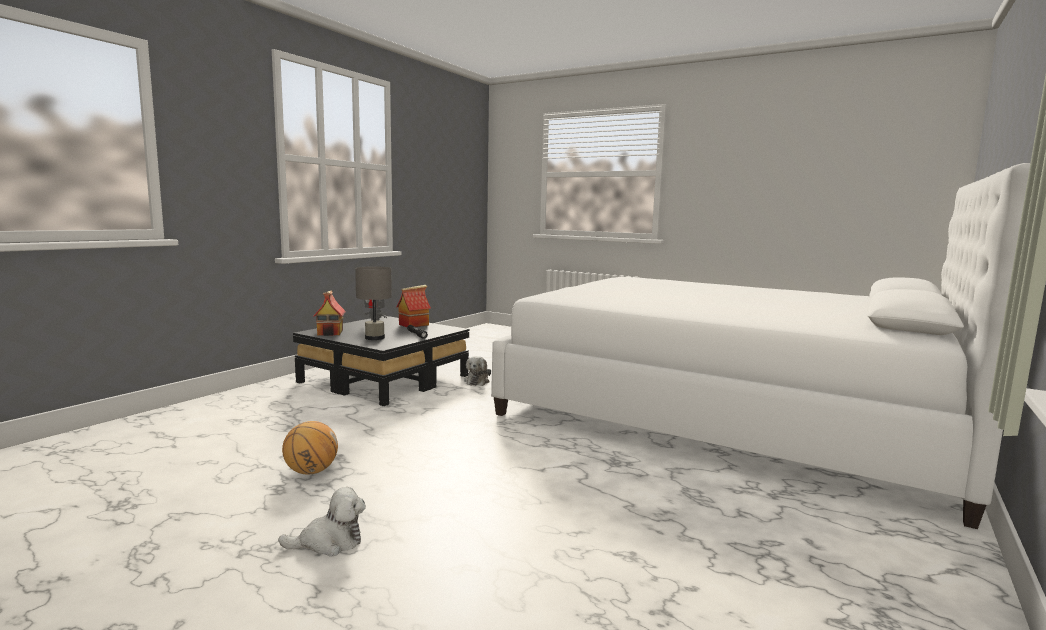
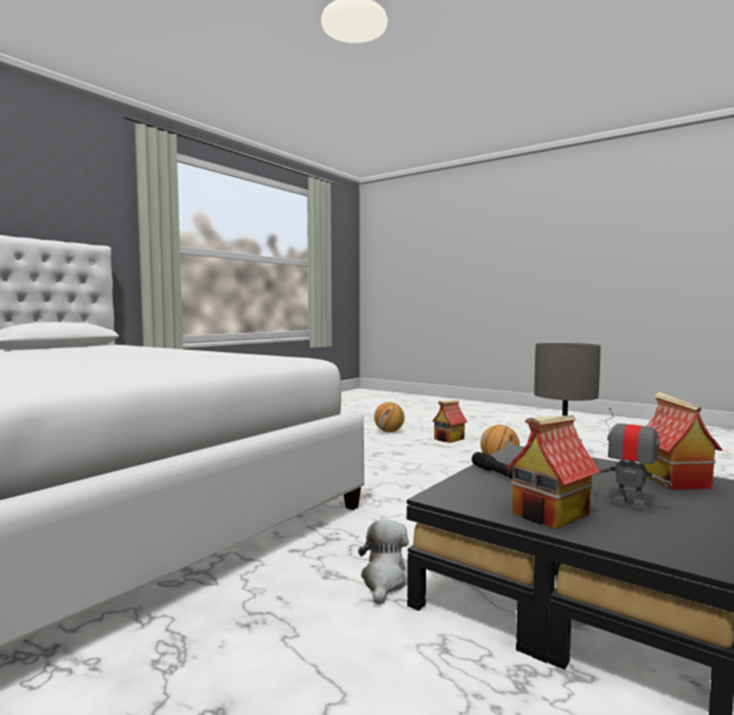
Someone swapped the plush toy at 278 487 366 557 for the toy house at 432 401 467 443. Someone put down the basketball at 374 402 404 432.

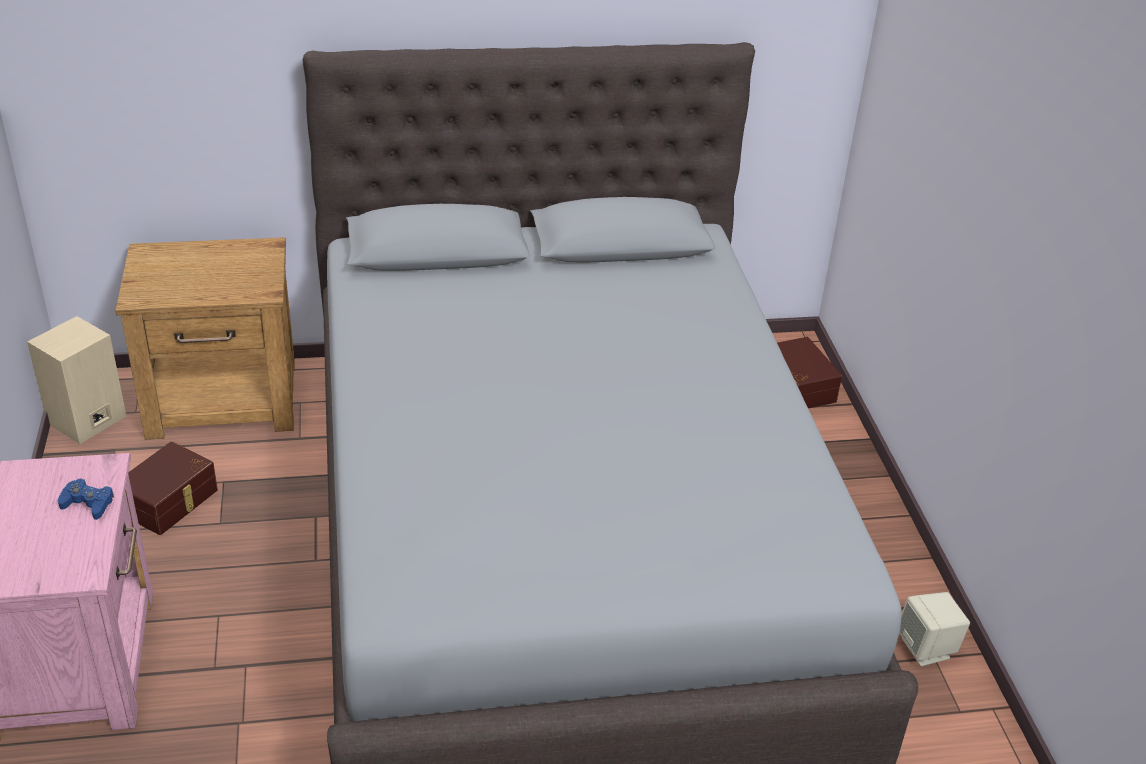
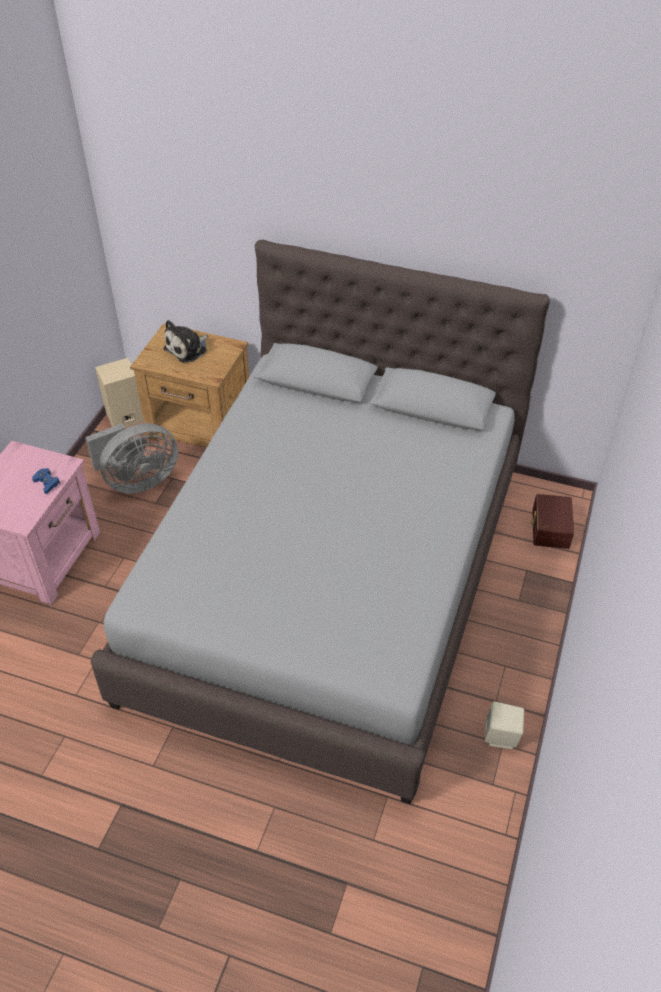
Someone swapped the brown storage box at 128 442 218 535 for the grey fan at 85 423 178 494. Someone put down the plush toy at 164 320 208 363.

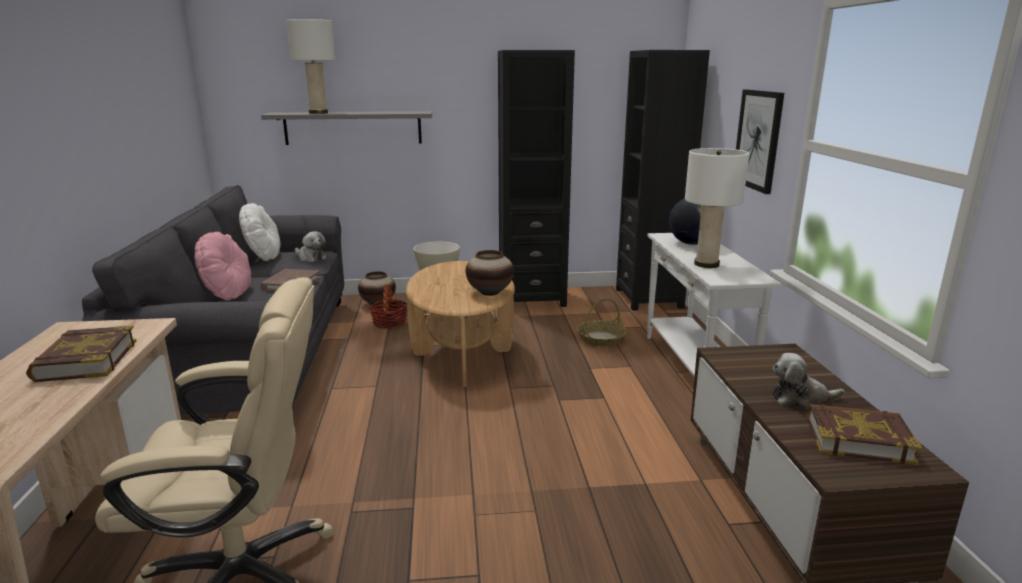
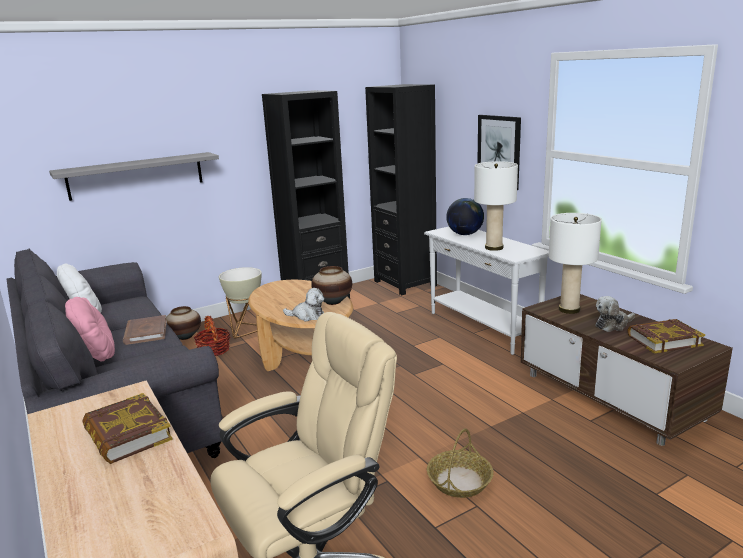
Someone carried the white table lamp from 287 19 335 114 to 548 213 602 314. Someone carried the plush toy from 295 231 326 262 to 283 288 325 321. Someone carried the basket from 577 298 627 346 to 427 428 494 498.

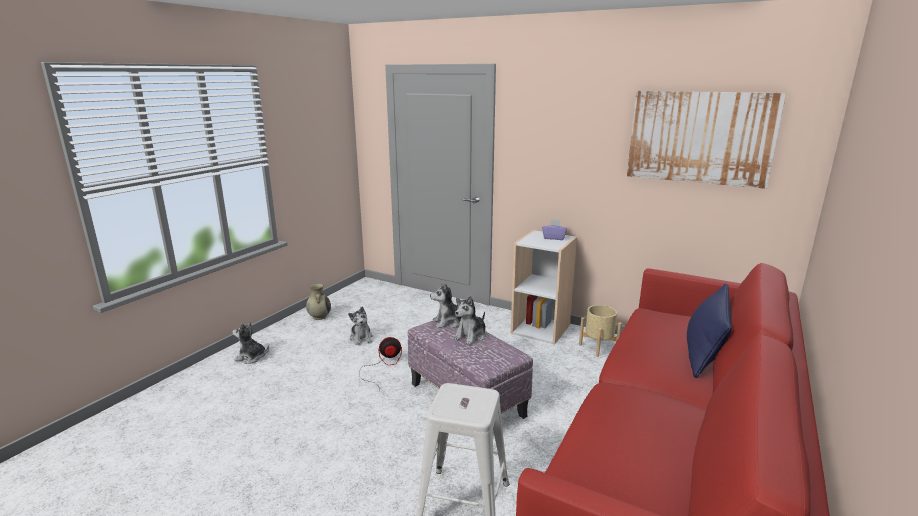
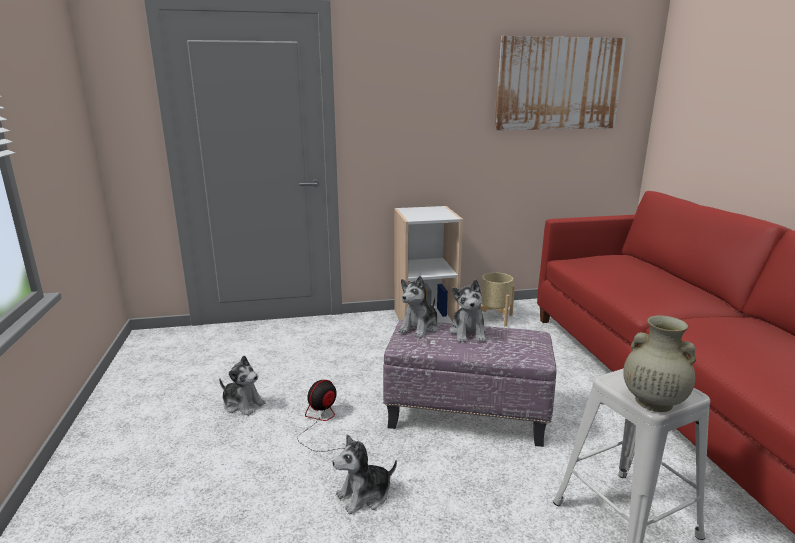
Someone took away the purple tissue box at 542 219 567 240. Someone took away the blue pillow at 687 283 732 378. Someone carried the beige vase from 306 284 331 320 to 623 315 696 412. Someone carried the plush toy from 232 322 269 364 to 332 434 397 514.

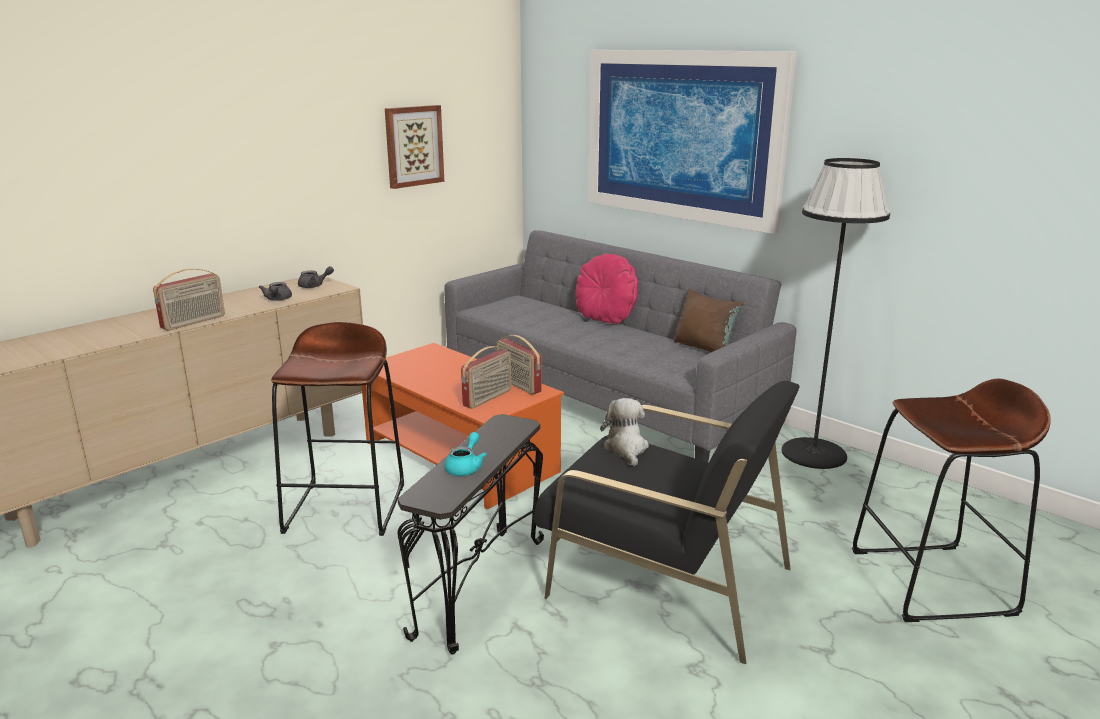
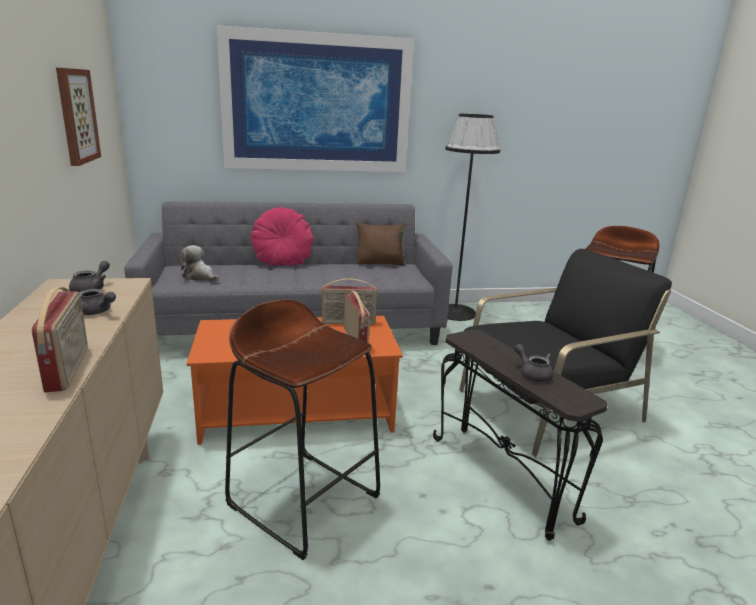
Someone carried the plush toy from 600 398 649 466 to 179 245 219 282. Someone repainted the turquoise teapot at 444 432 487 476, which became the grey teapot at 514 344 553 382.

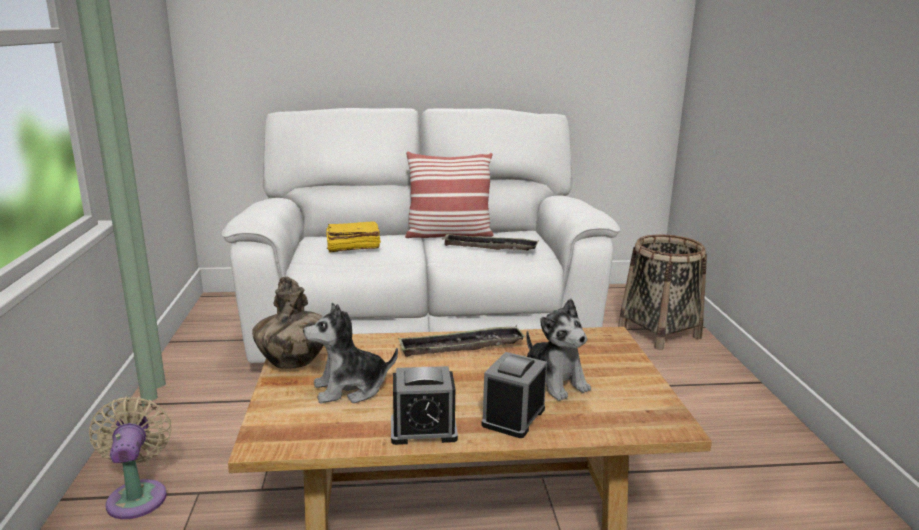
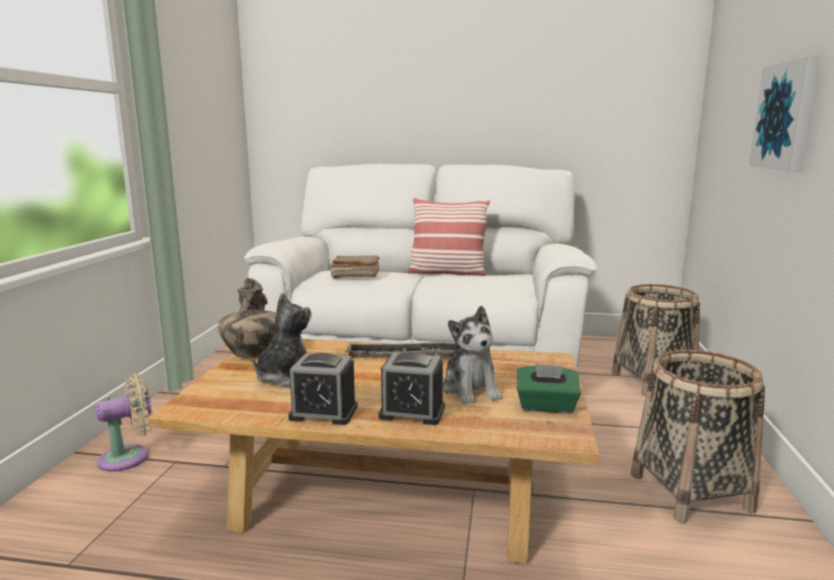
Someone repainted the yellow book at 326 221 381 253, which became the brown book at 330 256 379 279. Someone took away the tray at 442 234 539 250. Someone rotated the plush toy at 303 303 398 403 by 120 degrees clockwise. Someone rotated the alarm clock at 482 352 547 438 by 120 degrees counterclockwise. Someone rotated the beige fan at 89 397 171 519 by 60 degrees clockwise. Someone put up the picture at 749 55 820 171. Someone put down the basket at 631 350 765 523. Someone put down the green tissue box at 517 363 581 413.

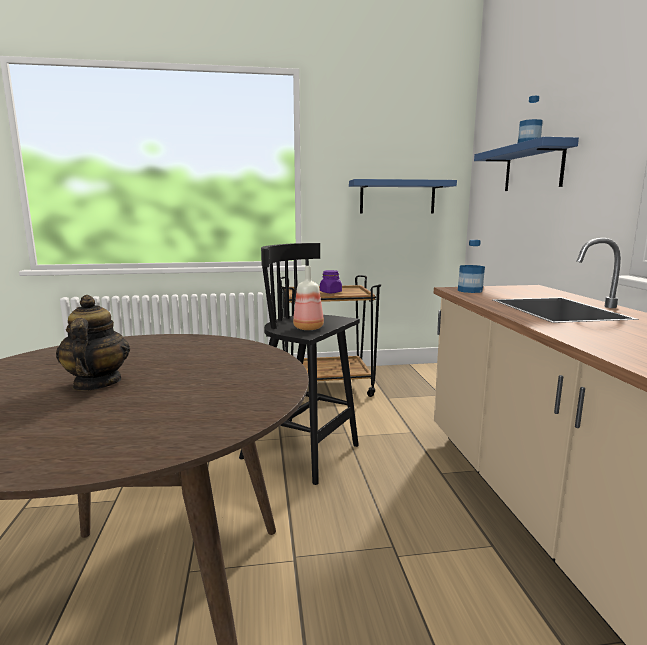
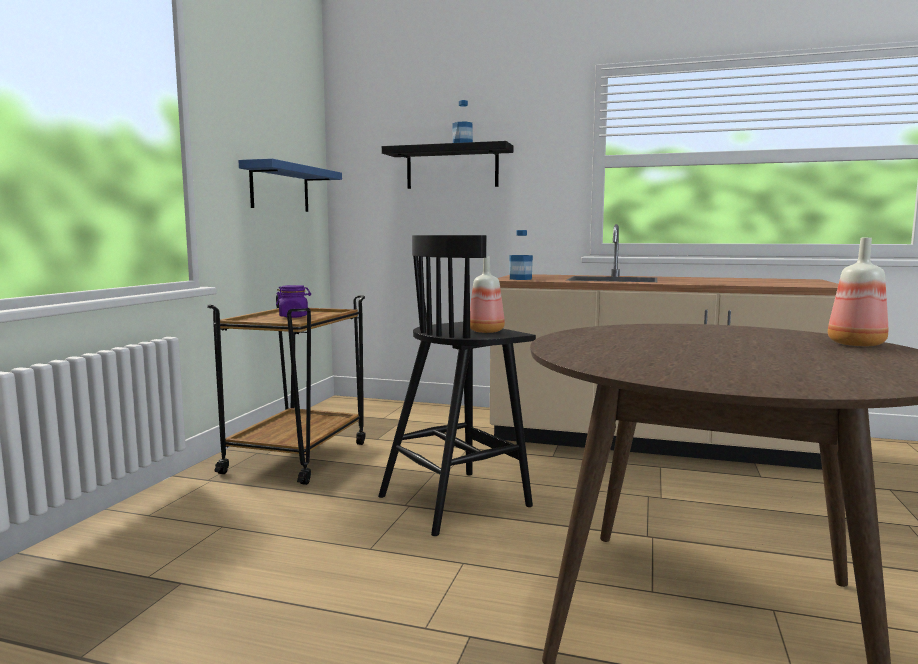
Someone repainted the blue shelf at 474 137 579 191, which became the black shelf at 382 141 513 189. Someone took away the teapot at 56 295 130 391. Someone put down the bottle at 828 238 888 346.

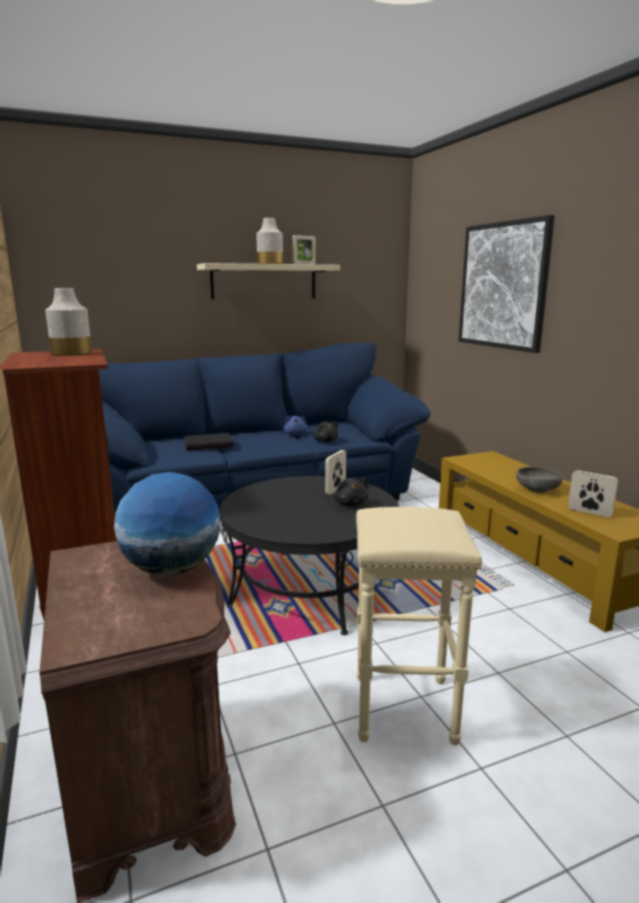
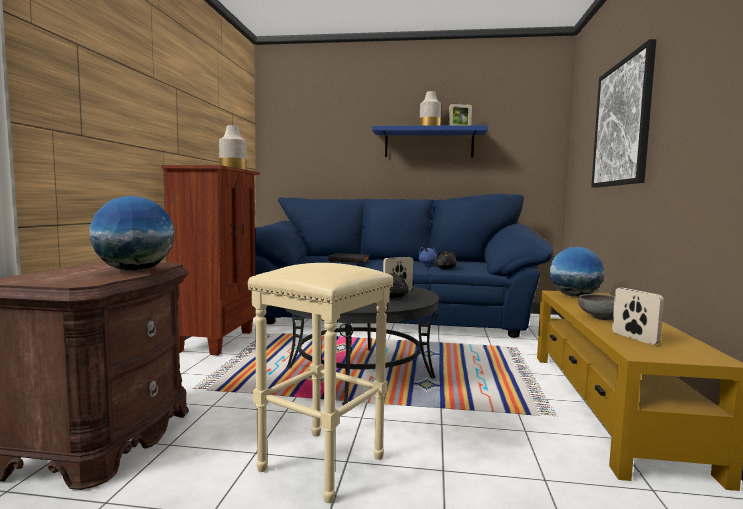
Someone repainted the beige shelf at 197 263 340 299, which became the blue shelf at 372 125 488 158. Someone put down the globe at 550 247 604 297.

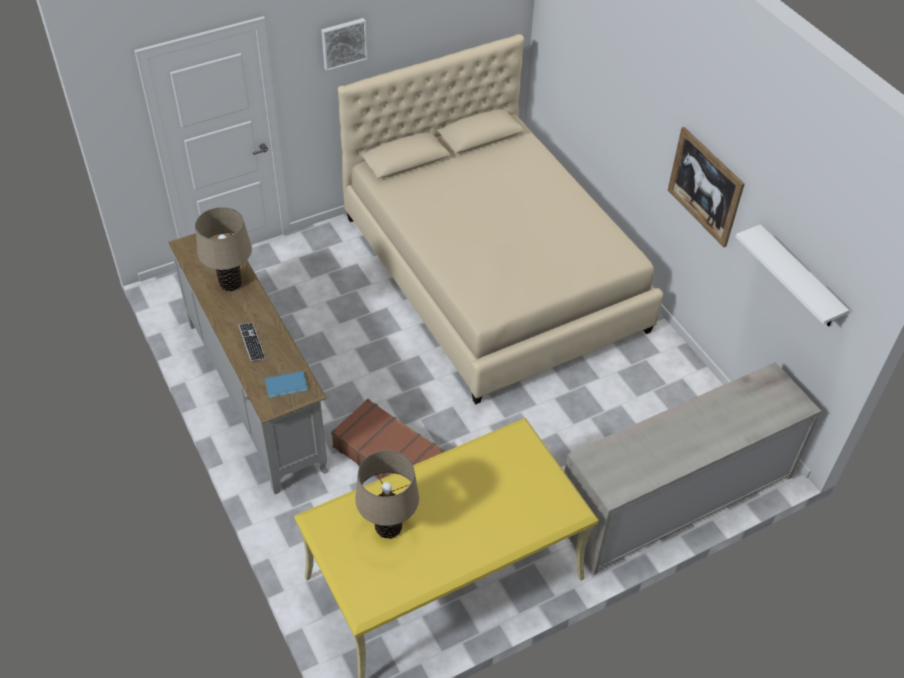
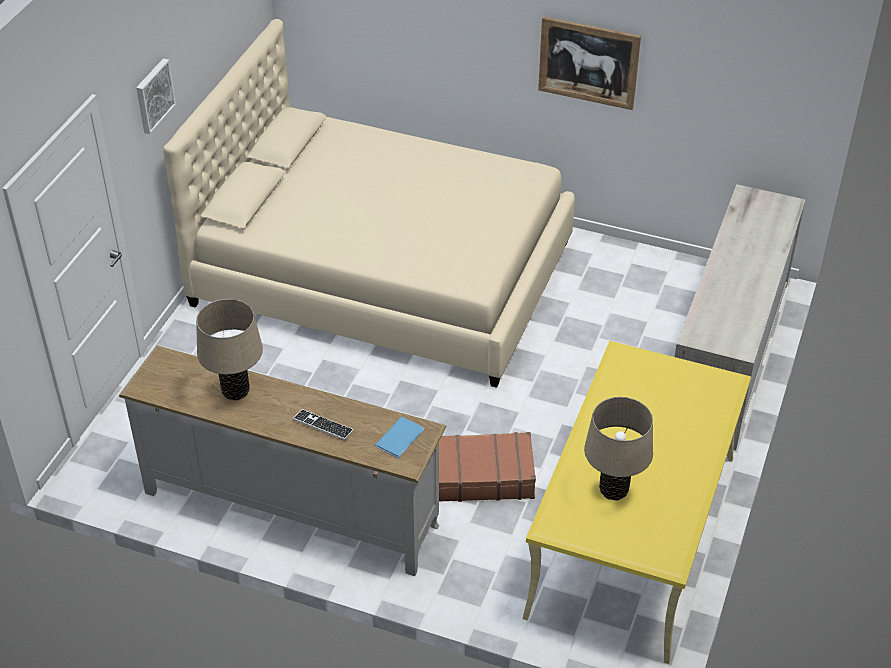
Someone took away the white shelf at 736 224 849 326.

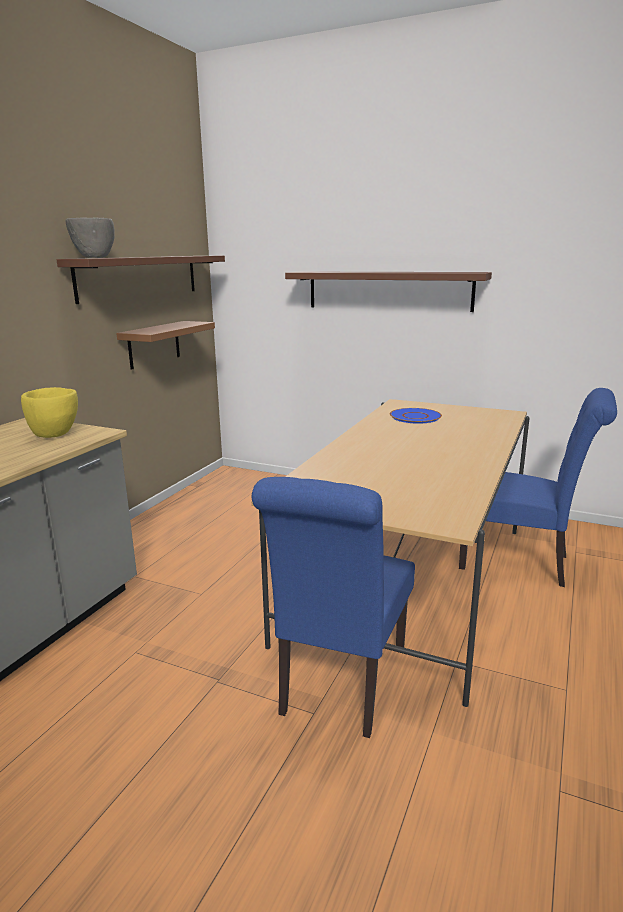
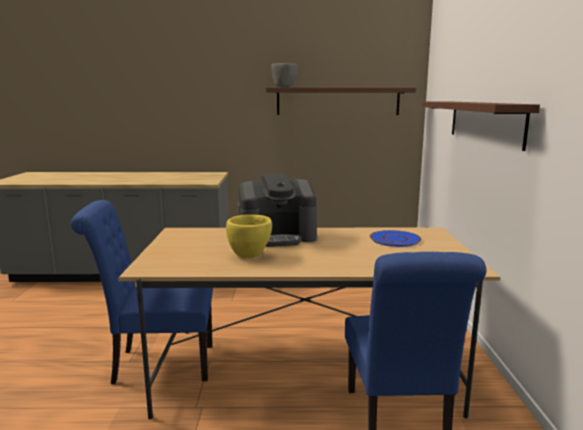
Someone took away the brown shelf at 116 321 215 370. Someone carried the yellow bowl from 21 387 78 438 to 226 215 272 258. Someone put down the coffee machine at 238 174 317 247.

